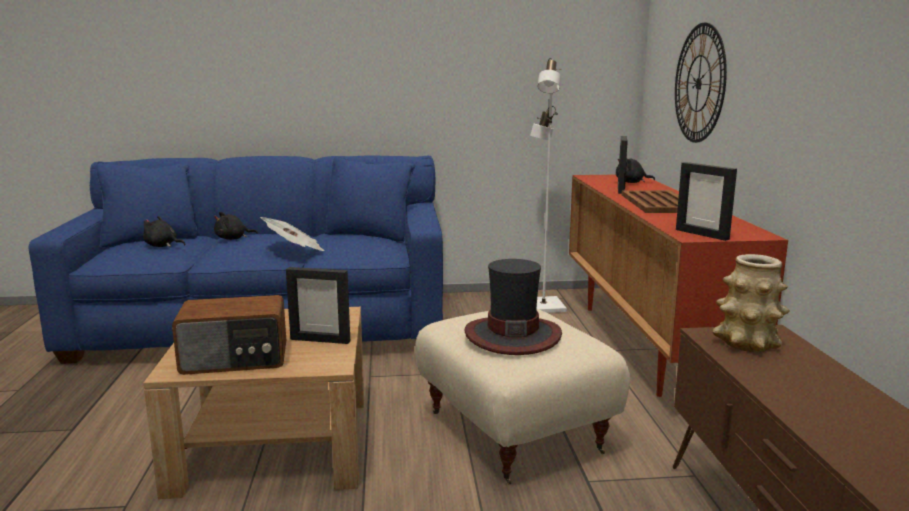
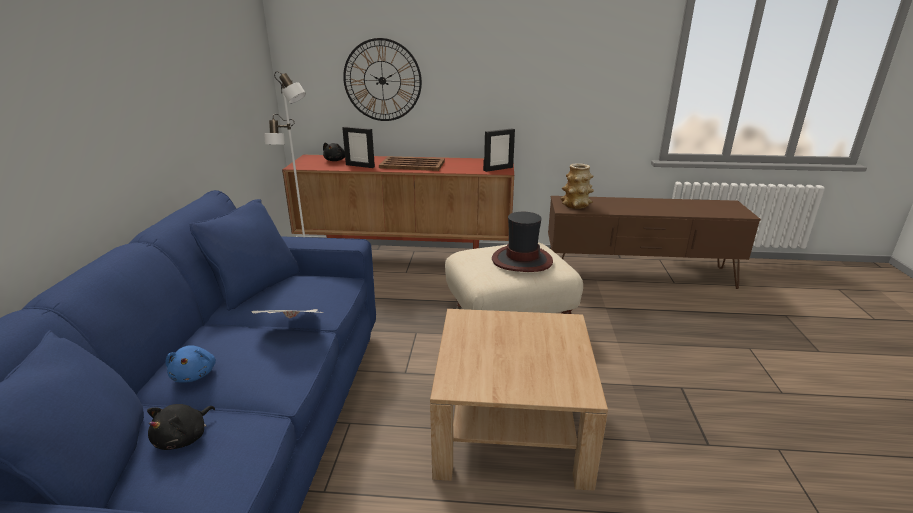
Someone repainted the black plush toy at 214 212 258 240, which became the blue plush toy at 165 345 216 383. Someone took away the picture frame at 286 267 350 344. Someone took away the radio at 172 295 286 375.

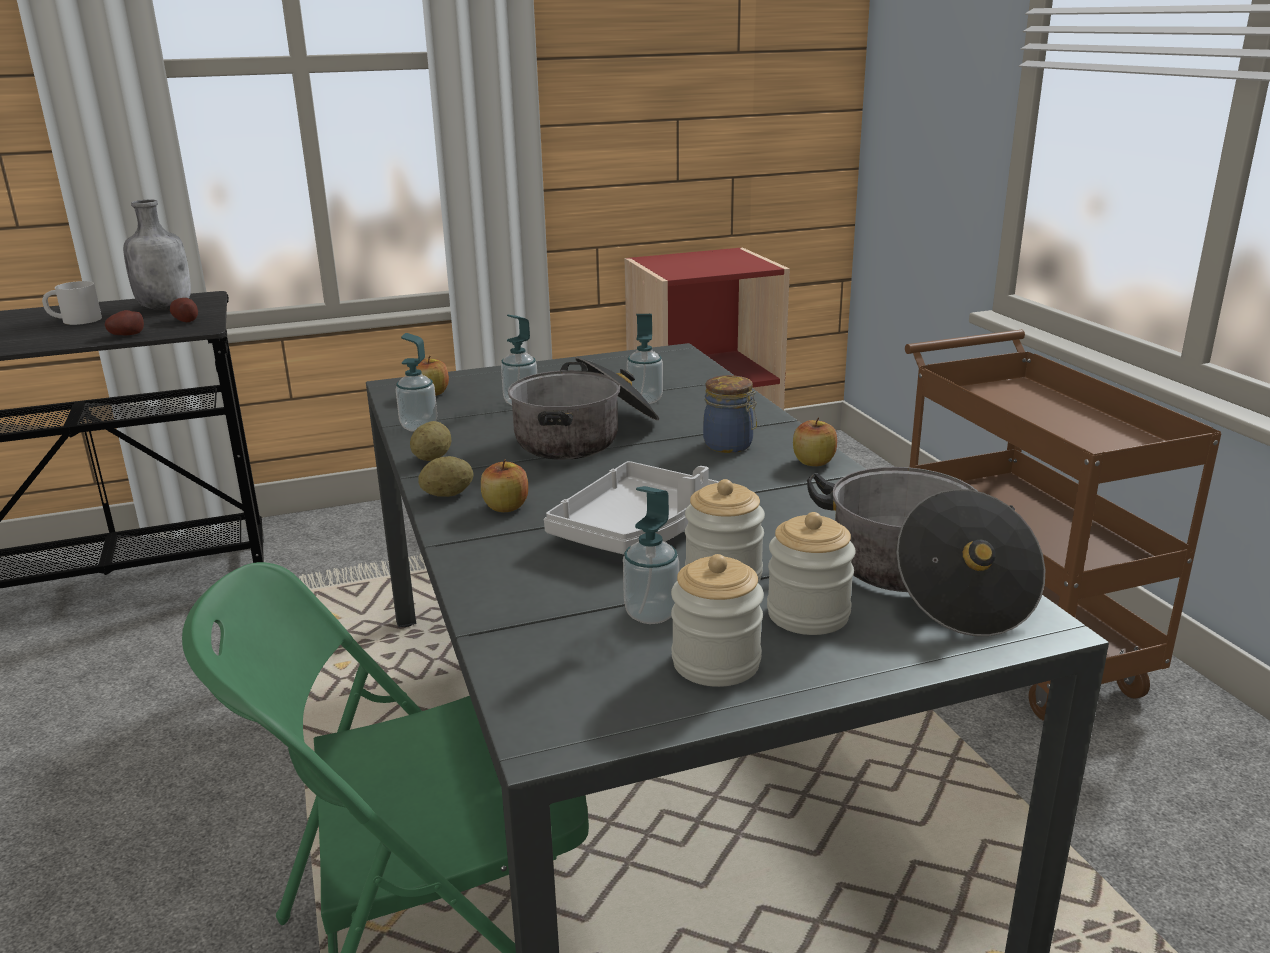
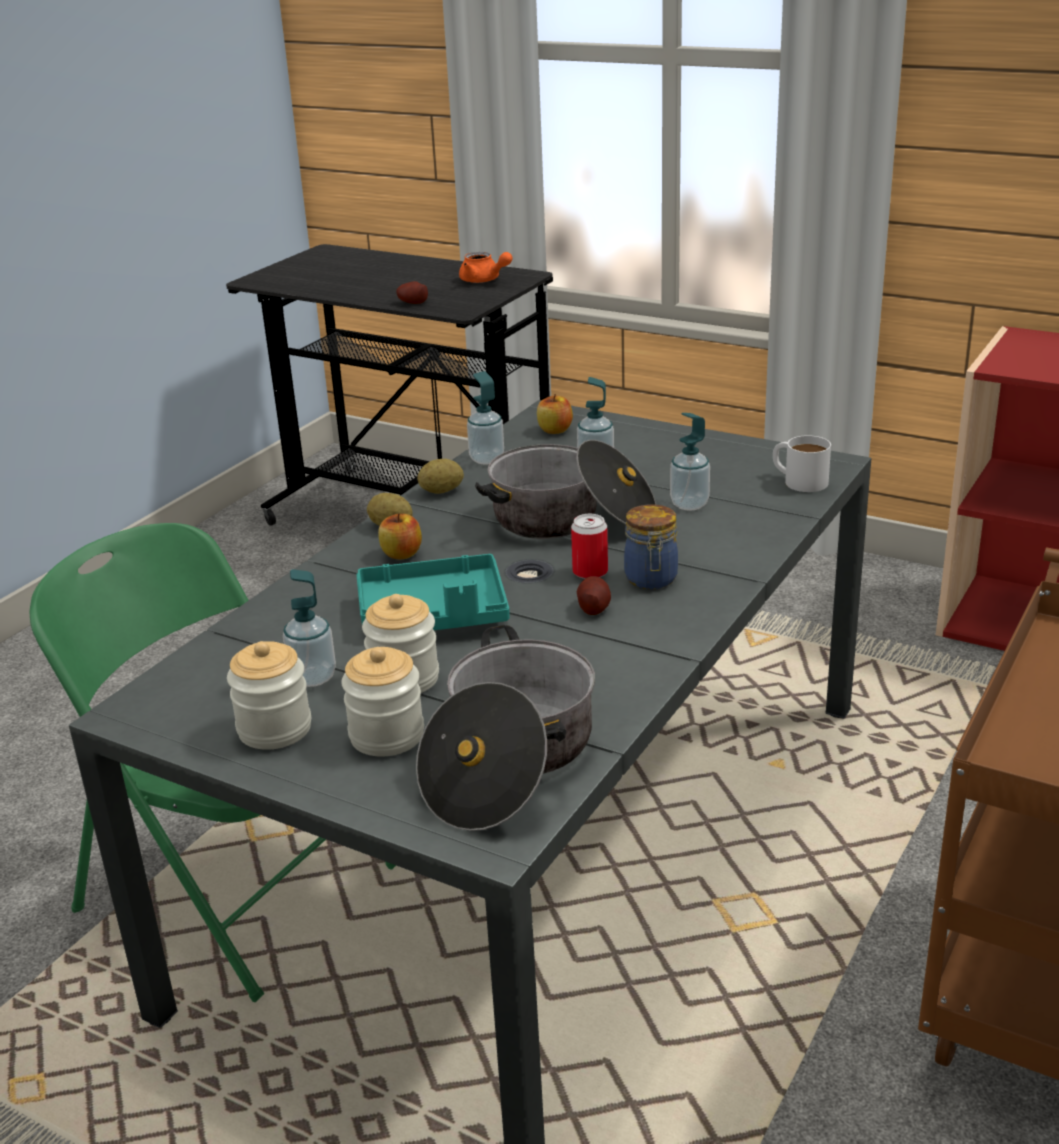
Someone swapped the grey bottle at 123 200 191 310 for the orange teapot at 459 252 513 283. Someone carried the white mug from 42 281 102 325 to 773 435 831 492. Someone carried the potato from 170 298 198 322 to 577 576 611 615. Someone took away the apple at 793 417 837 466. Someone repainted the grey tray at 544 461 719 555, which became the turquoise tray at 356 554 510 630. Someone put down the can at 571 514 608 579.

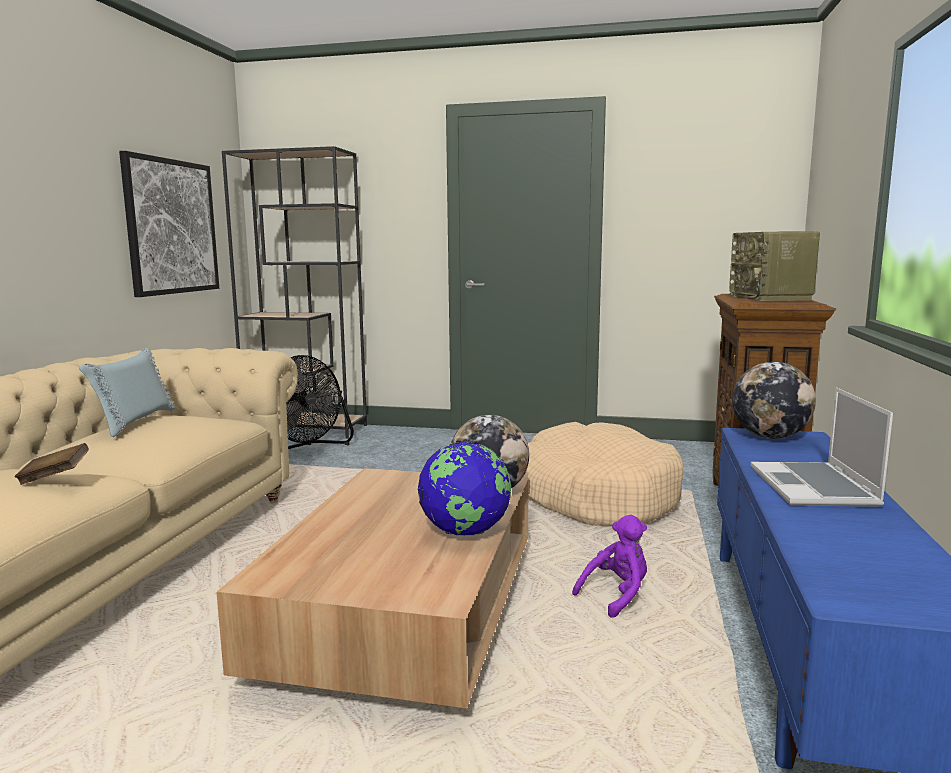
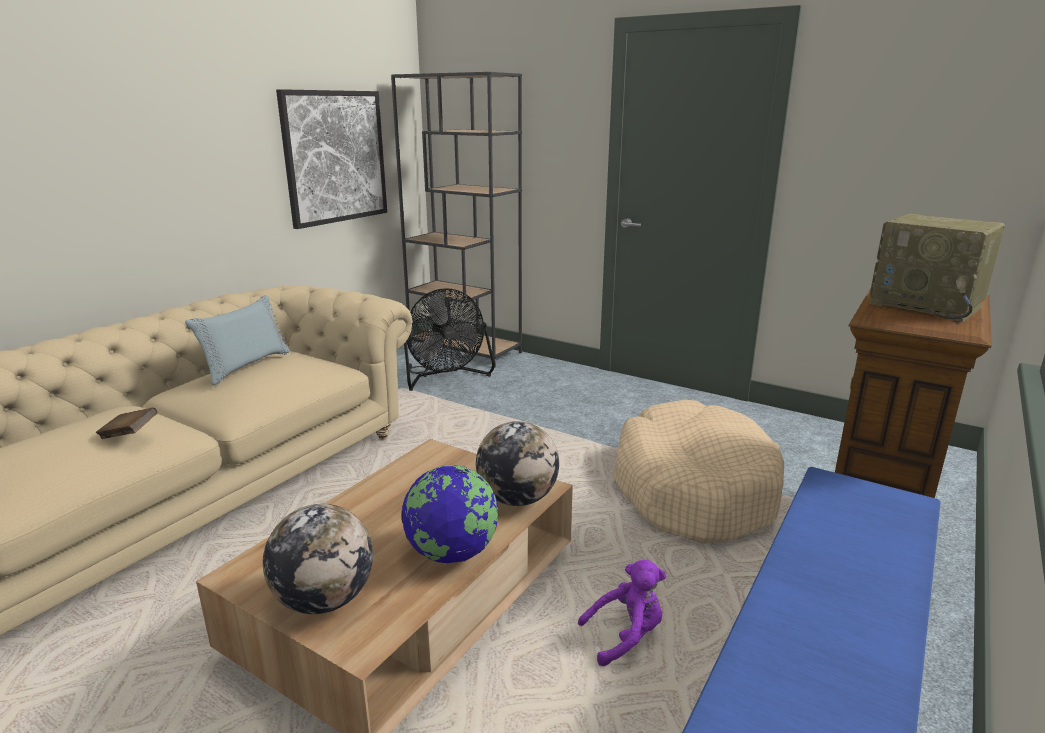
Someone rotated the radio at 729 231 820 301 by 60 degrees counterclockwise. Someone carried the globe from 732 362 816 439 to 263 504 373 614. Someone took away the laptop at 751 387 893 507.

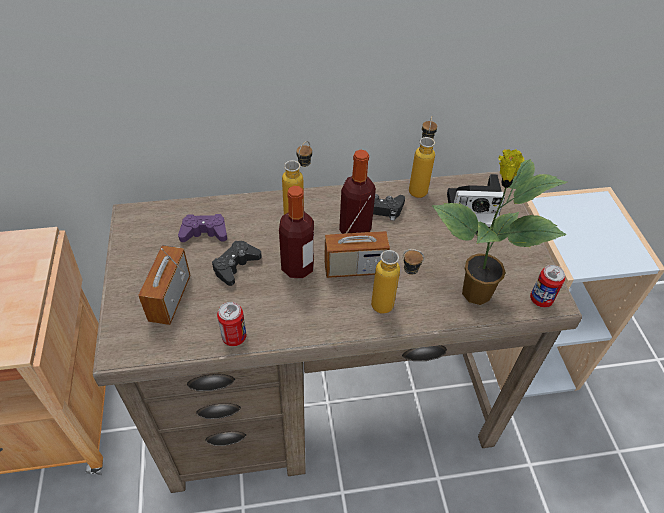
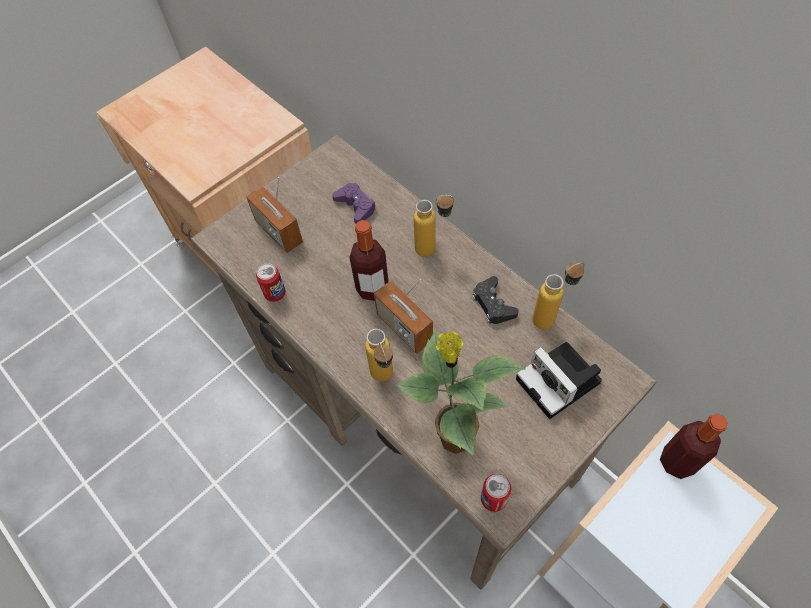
Someone carried the bottle from 339 150 376 234 to 660 414 728 479. Someone took away the black game controller at 212 241 262 286. Someone rotated the radio at 138 245 190 325 by 105 degrees counterclockwise.

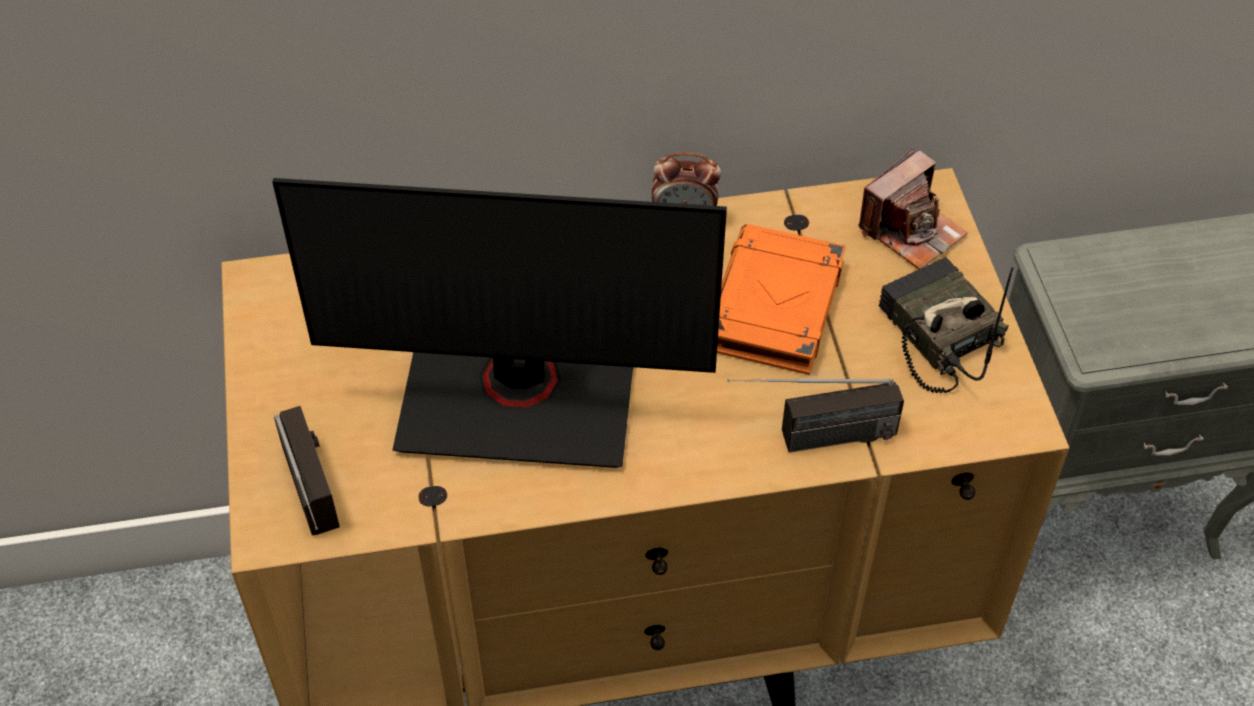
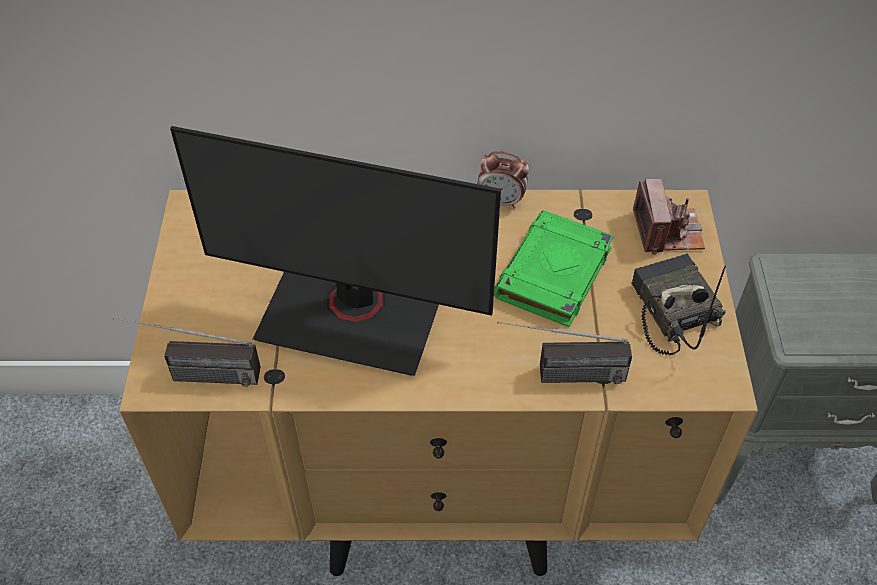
Someone rotated the photo camera at 858 147 968 269 by 60 degrees counterclockwise. Someone repainted the orange book at 717 224 846 375, which became the green book at 494 210 614 327. Someone rotated the radio at 274 406 340 535 by 105 degrees clockwise.

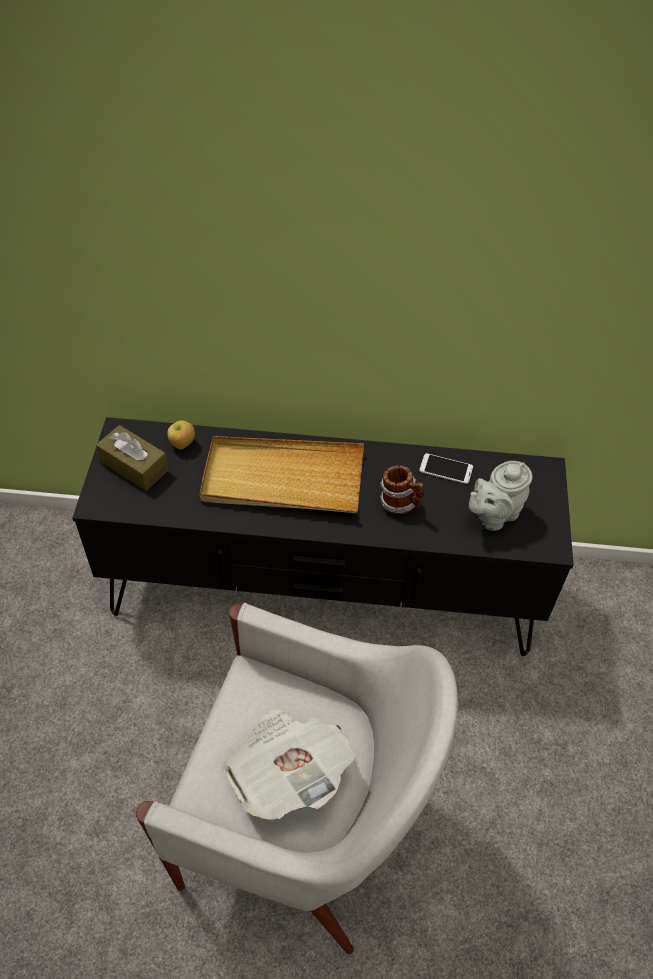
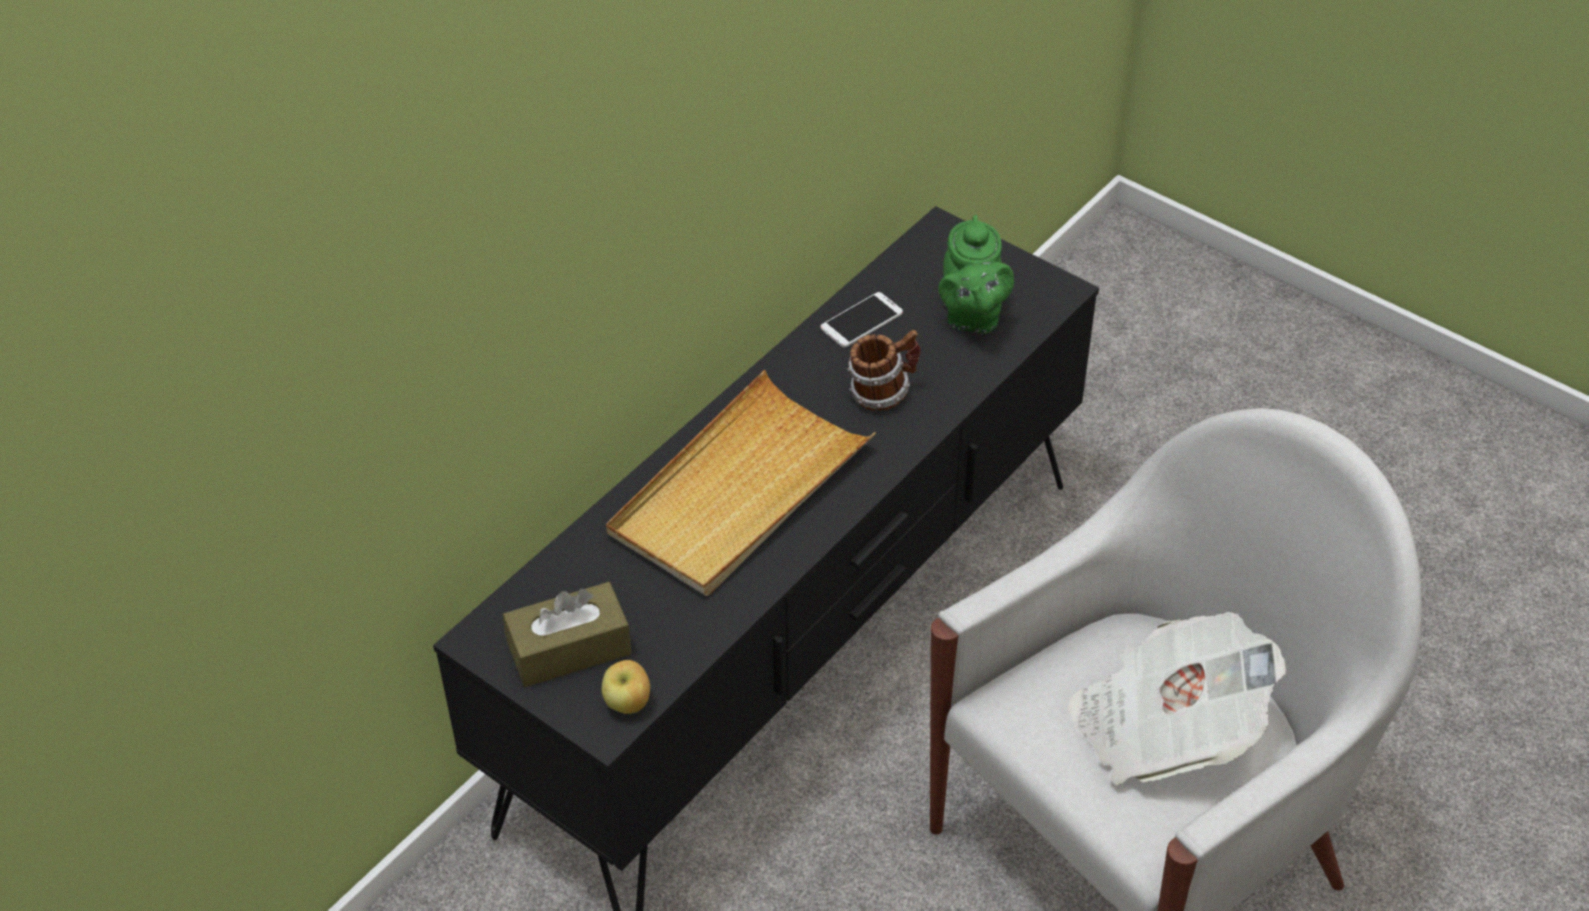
Someone carried the apple from 167 420 195 449 to 602 660 650 714. Someone repainted the grey teapot at 469 461 533 531, which became the green teapot at 938 215 1014 334.

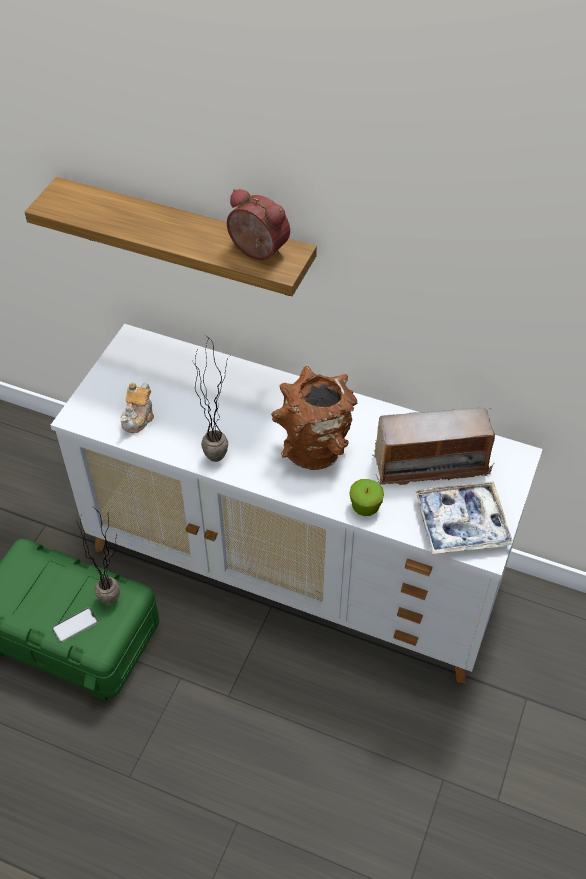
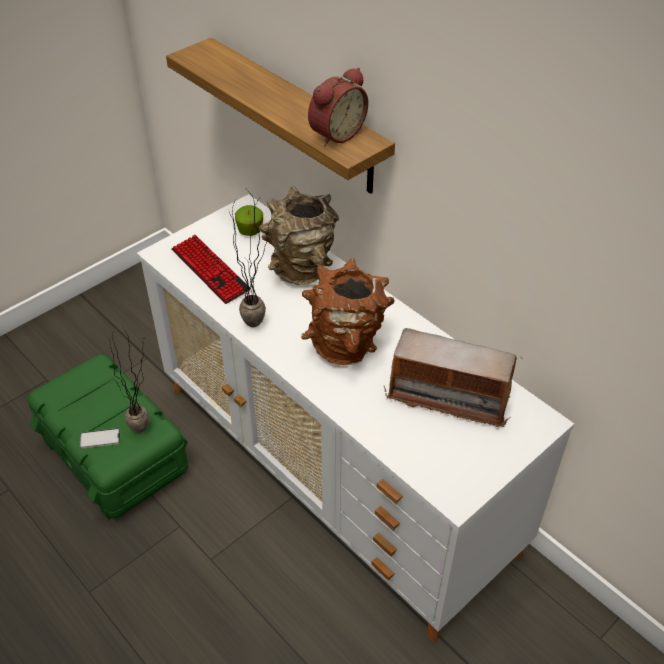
Someone rotated the alarm clock at 227 189 290 260 by 75 degrees clockwise. Someone swapped the teapot at 120 383 154 433 for the keyboard at 172 235 251 304. Someone carried the apple from 350 479 384 516 to 235 205 263 236. Someone took away the tray at 415 482 513 554. Someone put down the brown vase at 259 186 339 285.

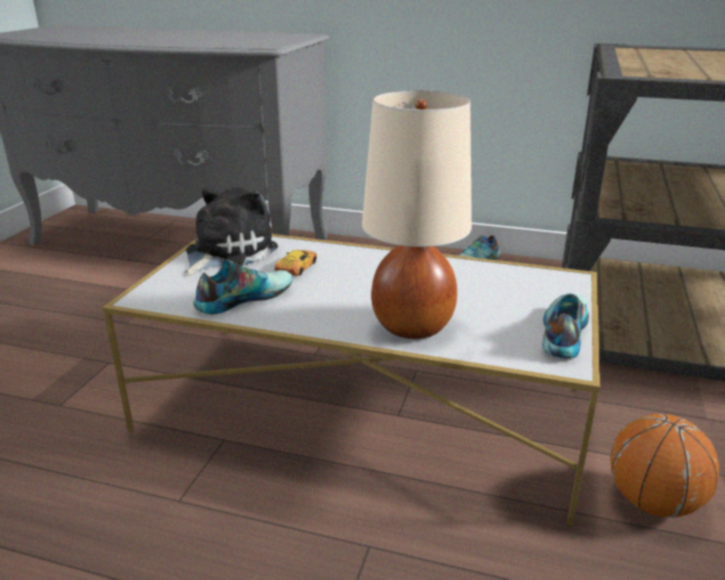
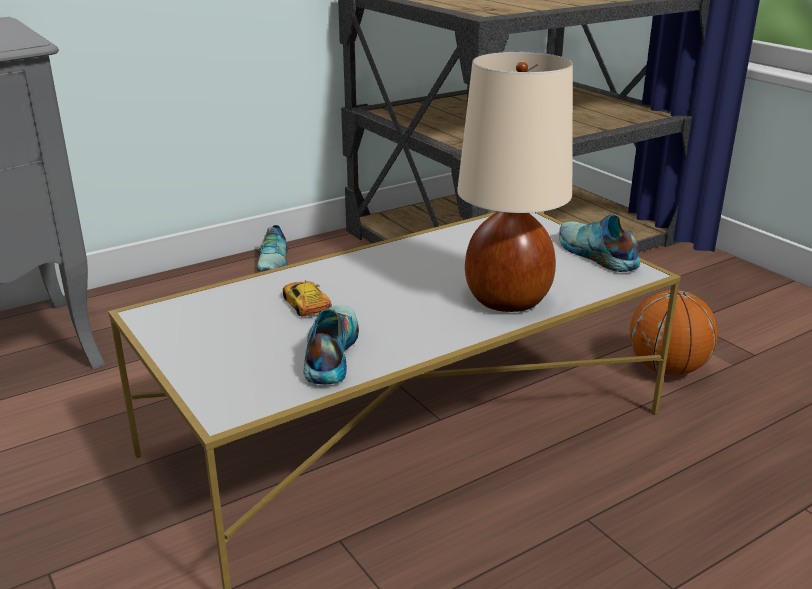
Someone took away the plush toy at 184 187 278 276.

